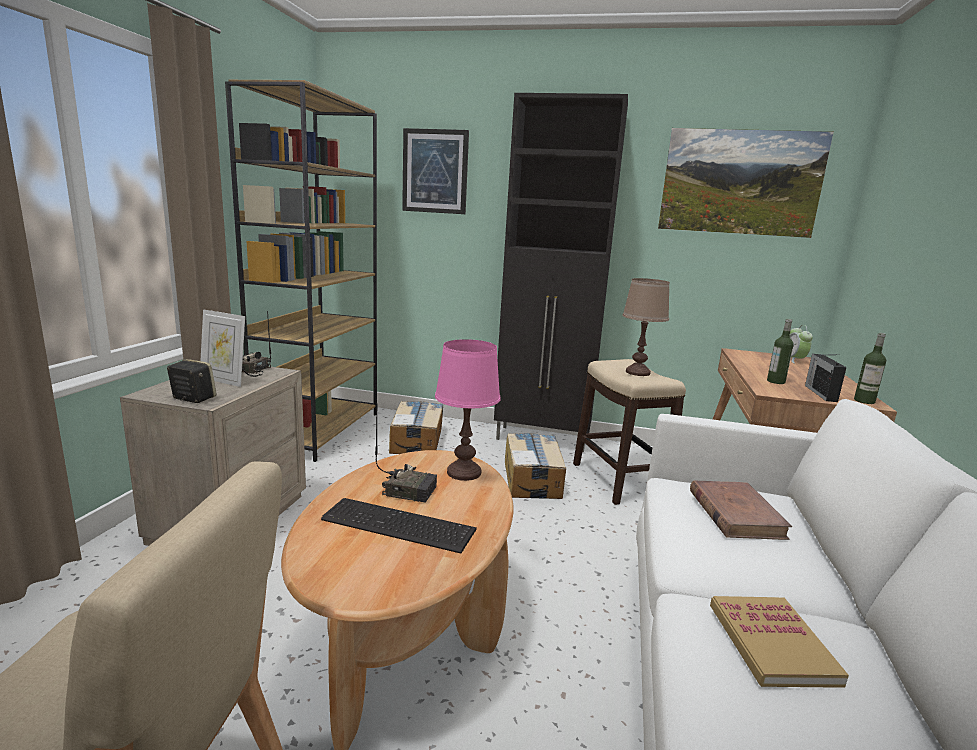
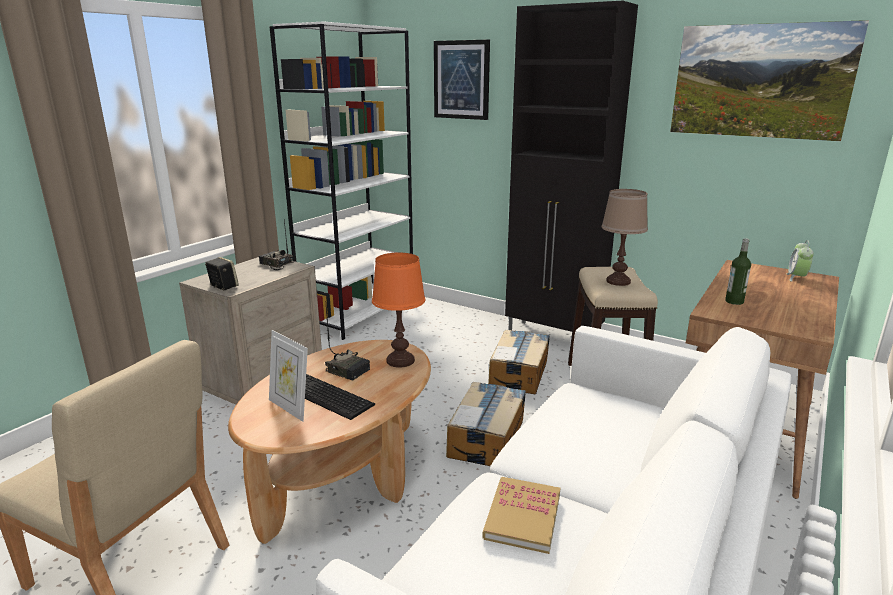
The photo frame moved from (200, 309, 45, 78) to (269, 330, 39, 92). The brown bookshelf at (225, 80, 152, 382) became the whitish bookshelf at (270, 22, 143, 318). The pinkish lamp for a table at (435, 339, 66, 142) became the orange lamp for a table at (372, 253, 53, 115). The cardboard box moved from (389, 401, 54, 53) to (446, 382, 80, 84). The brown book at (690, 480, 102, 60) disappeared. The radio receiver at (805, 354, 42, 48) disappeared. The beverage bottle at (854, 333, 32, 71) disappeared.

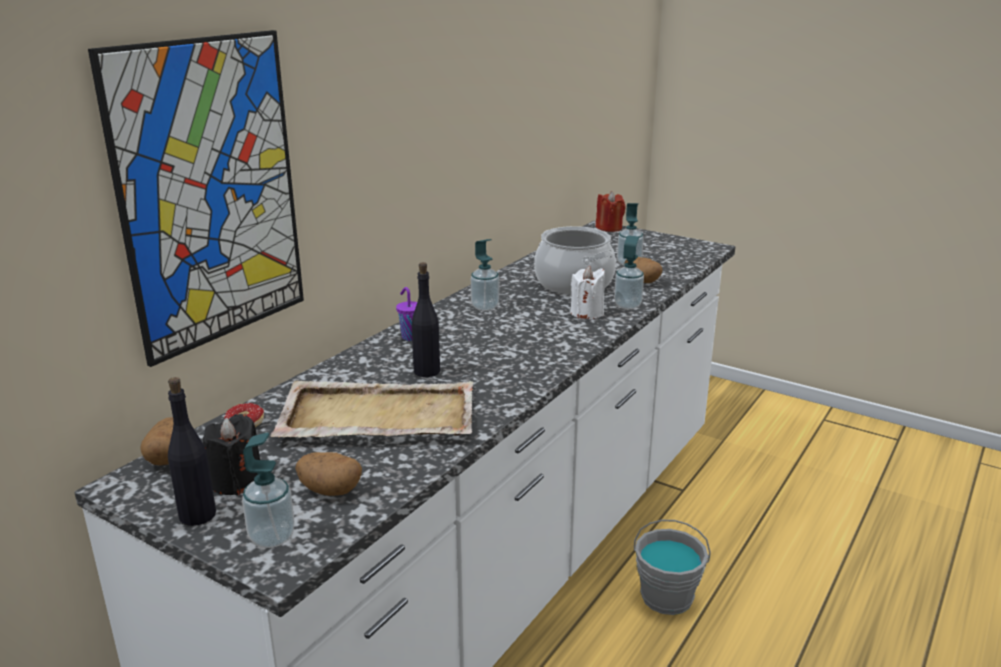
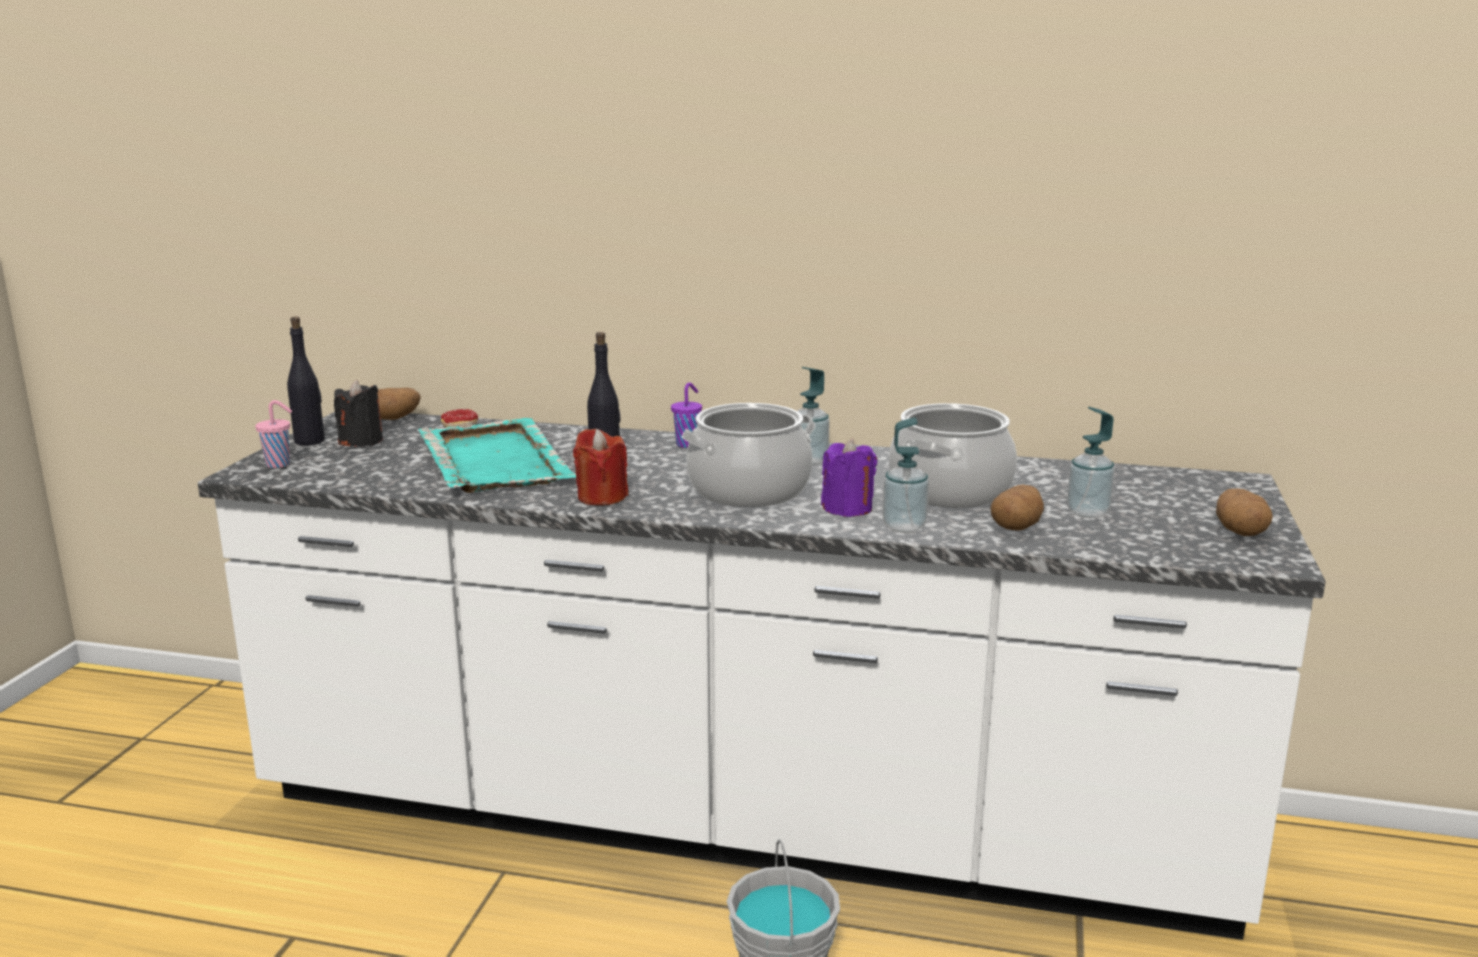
The soap dispenser at (242, 433, 53, 115) was replaced by the pinkish drinking cup at (255, 400, 37, 68). The beige serving tray at (270, 381, 204, 57) became the blue-green serving tray at (419, 418, 157, 75). The red-coloured wax light moved from (596, 191, 30, 41) to (573, 429, 55, 76). The stockpot at (682, 403, 133, 104) appeared. The whitish wax light at (571, 266, 34, 53) became the purple-coloured wax light at (821, 439, 56, 78). The spud moved from (295, 452, 67, 44) to (1216, 488, 57, 48). The picture at (88, 30, 216, 337) disappeared.

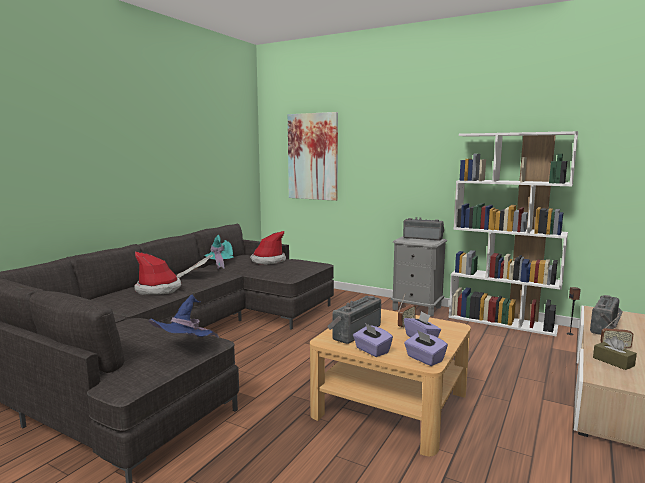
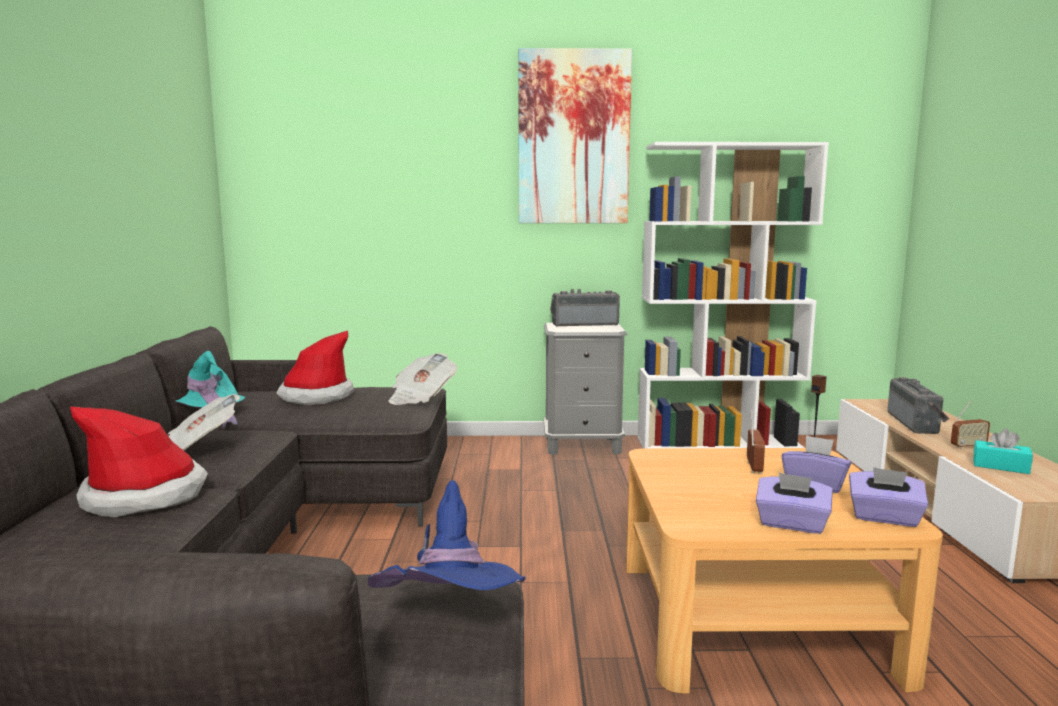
The newspaper at (388, 353, 69, 52) appeared. The picture moved from (288, 112, 50, 89) to (518, 48, 114, 175). The brown tissue box at (593, 336, 44, 34) became the blue-green tissue box at (973, 428, 60, 46). The radio receiver at (327, 296, 54, 48) disappeared.

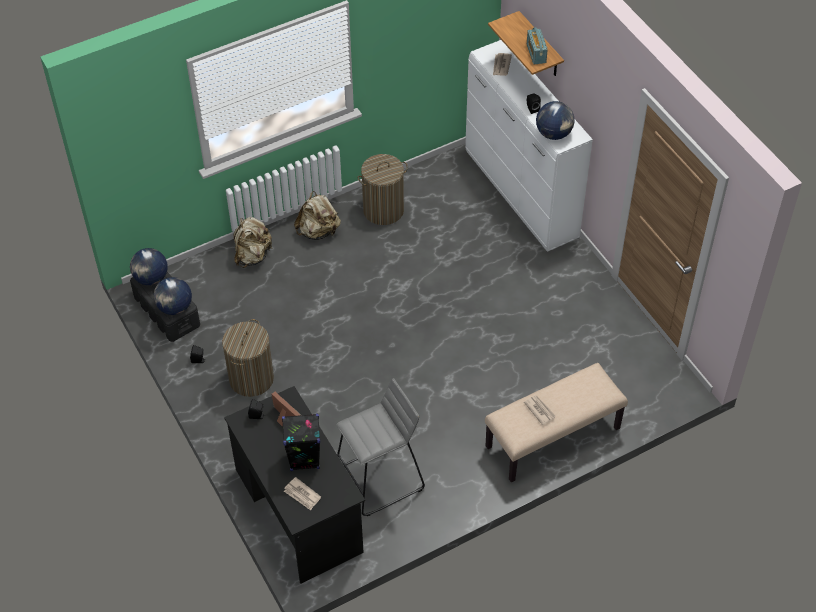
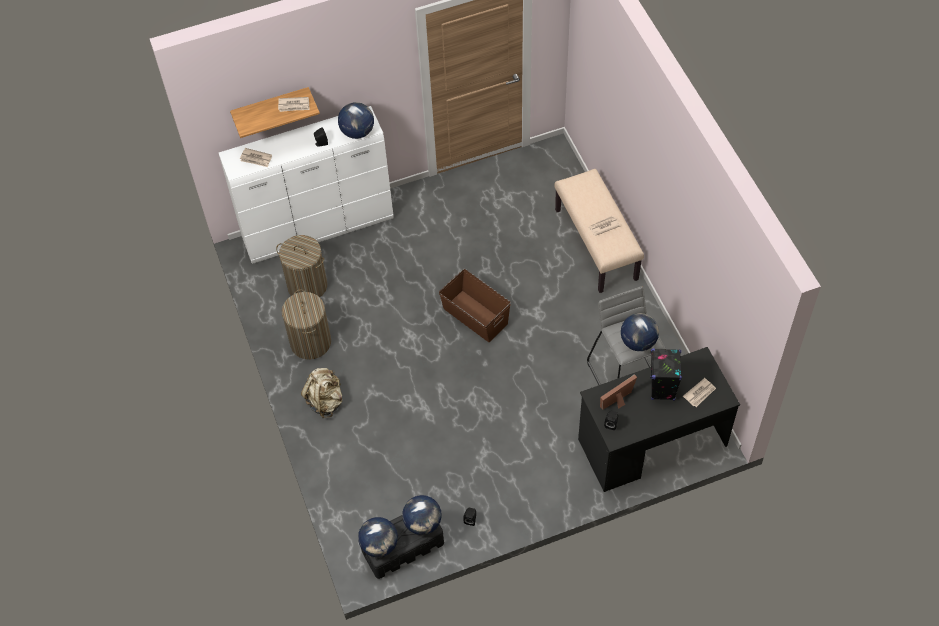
The hamper moved from (222, 319, 52, 78) to (276, 235, 51, 62). The radio receiver at (527, 27, 21, 37) was replaced by the newspaper at (278, 97, 32, 15). The brown storage container at (439, 269, 72, 73) appeared. The globe at (621, 313, 38, 38) appeared. The beige rucksack at (234, 217, 39, 51) disappeared.

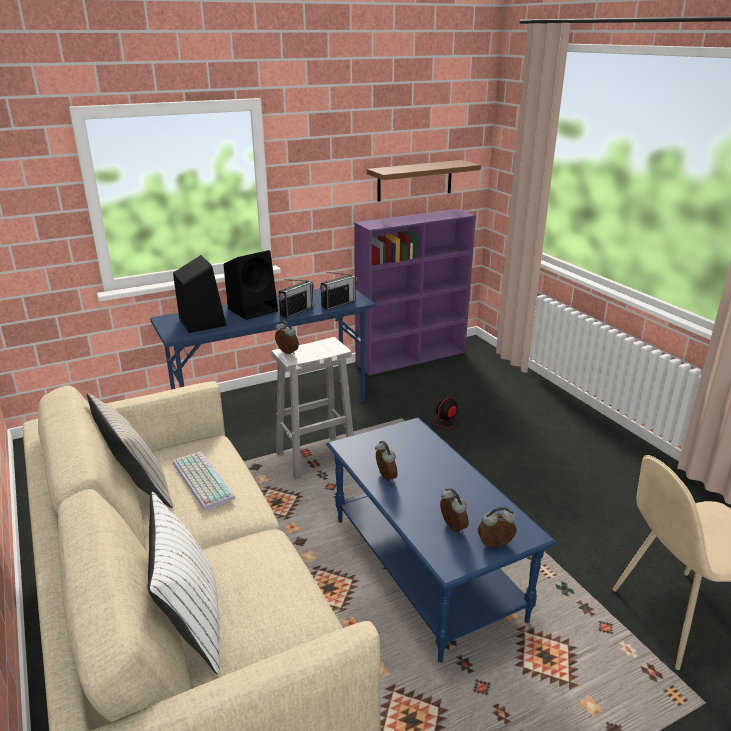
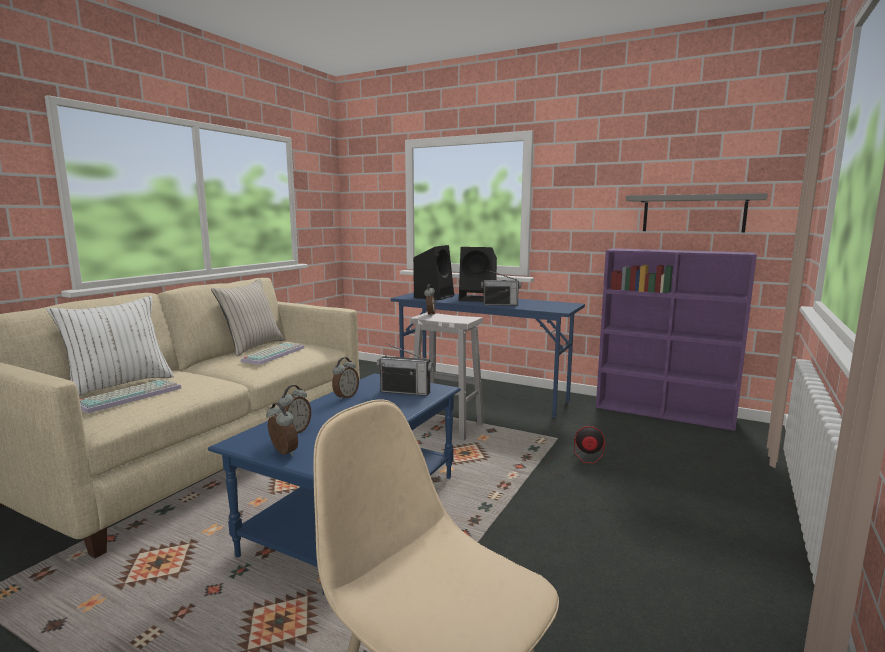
The computer keyboard at (80, 379, 102, 34) appeared. The radio receiver moved from (320, 272, 37, 38) to (377, 343, 56, 53). The brown shelf at (367, 160, 114, 42) became the greyish shelf at (626, 193, 142, 40).

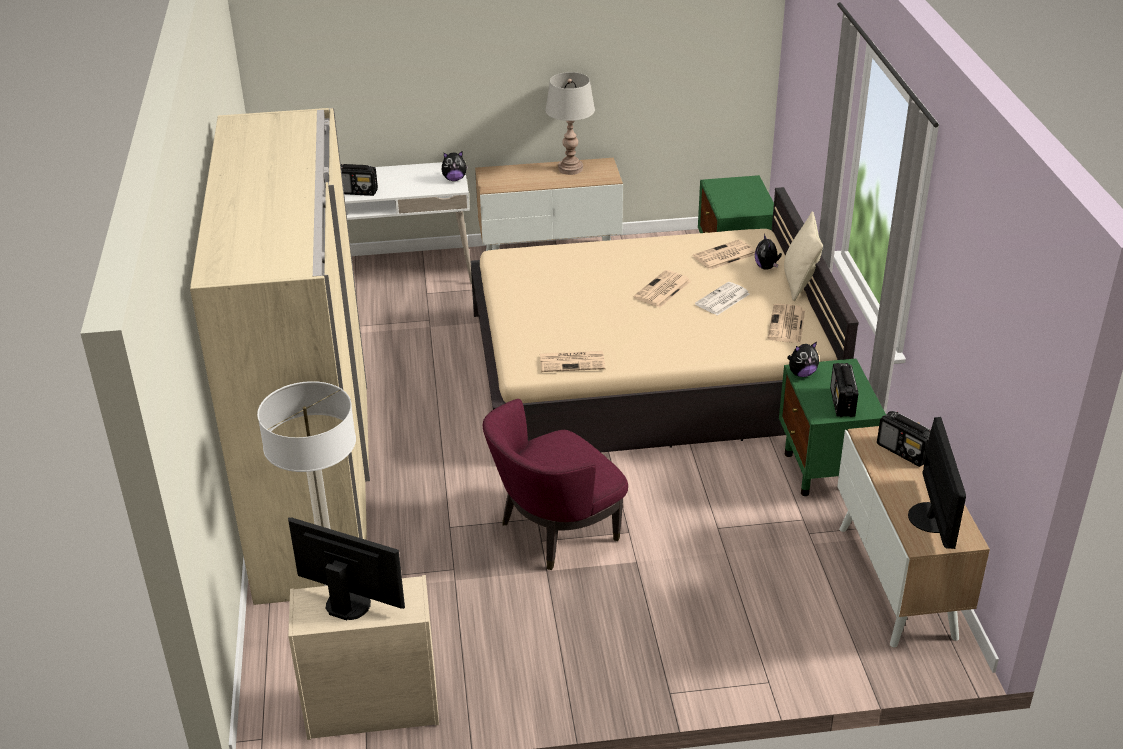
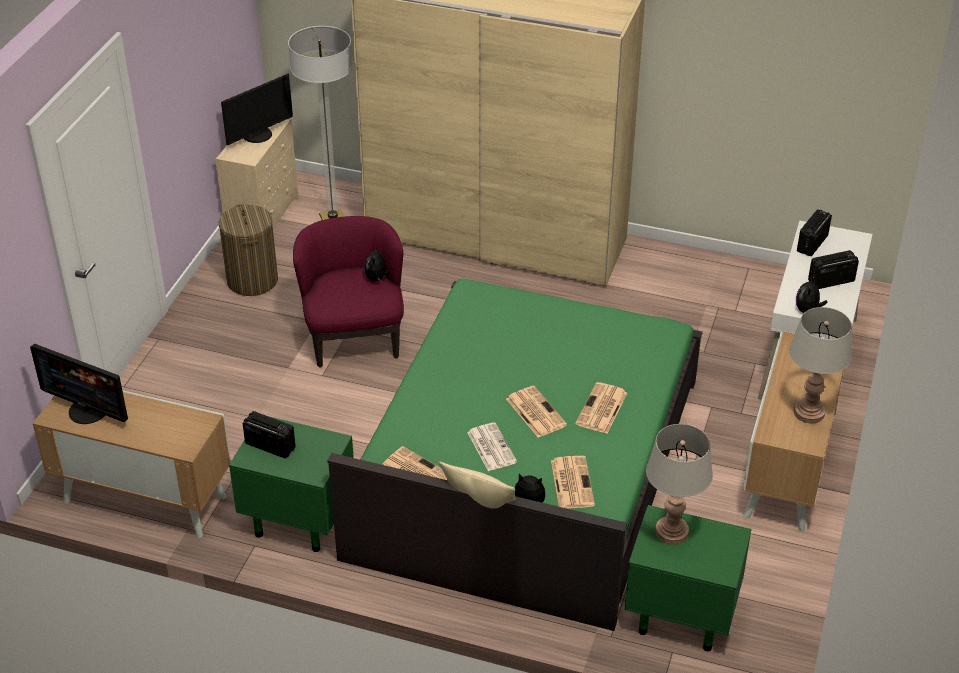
The hamper at (219, 204, 59, 92) appeared. The beige bed at (471, 187, 388, 265) became the green-coloured bed at (327, 279, 376, 352). The cuddly toy moved from (787, 342, 32, 35) to (364, 246, 26, 36). The newspaper moved from (540, 351, 65, 21) to (575, 382, 52, 52). The greyish lamp for a table at (646, 424, 67, 121) appeared. The radio receiver moved from (877, 411, 54, 56) to (808, 250, 51, 39).

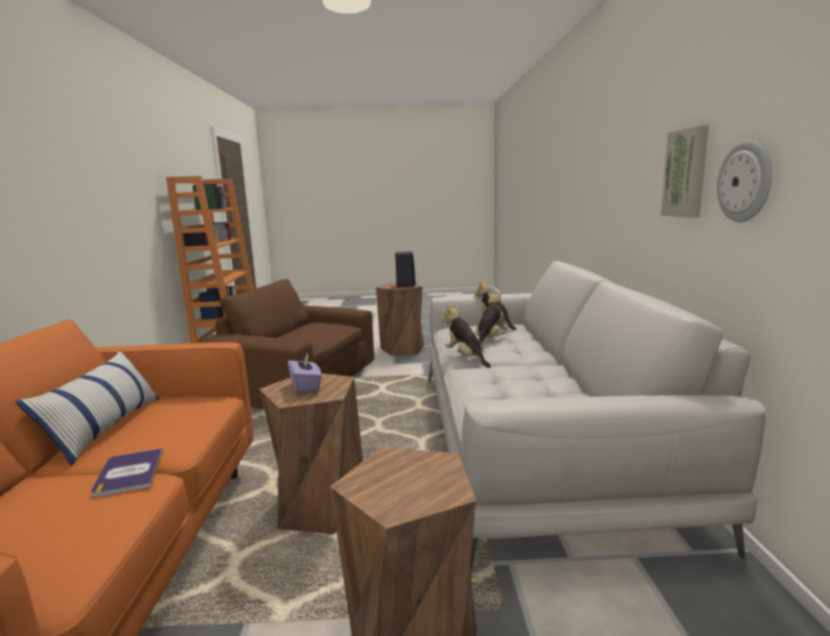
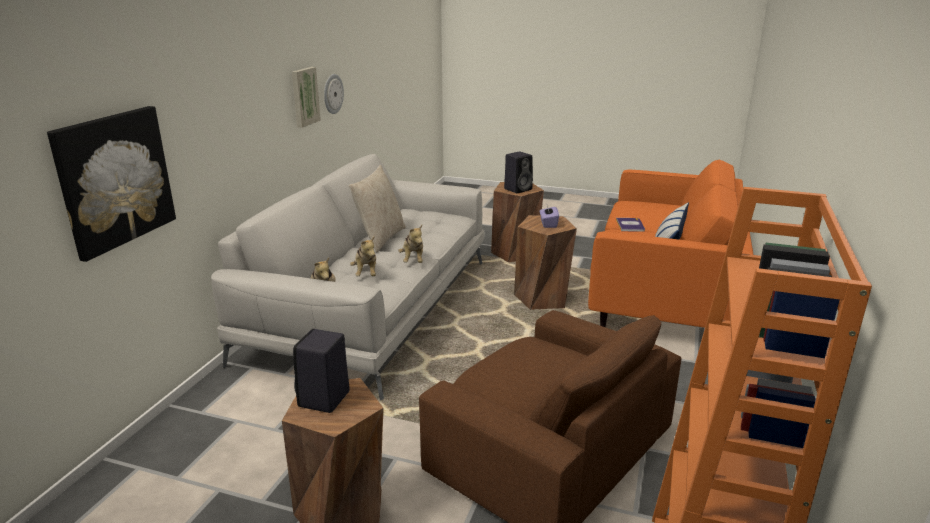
The picture at (47, 106, 129, 156) appeared. The beige pillow at (349, 165, 57, 87) appeared. The cuddly toy at (476, 290, 31, 58) turned 60 degrees counterclockwise. The black loudspeaker at (504, 151, 29, 42) appeared.

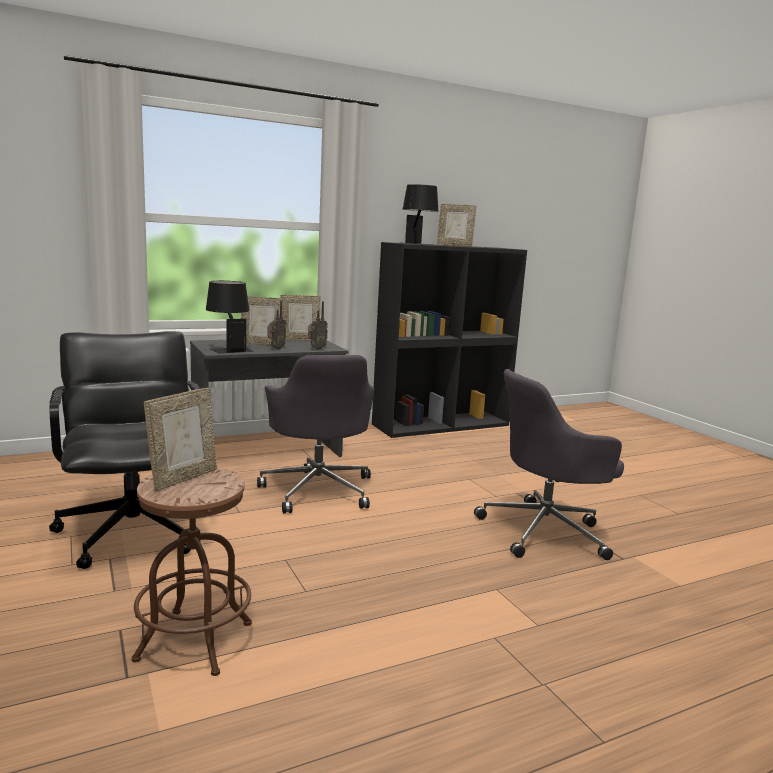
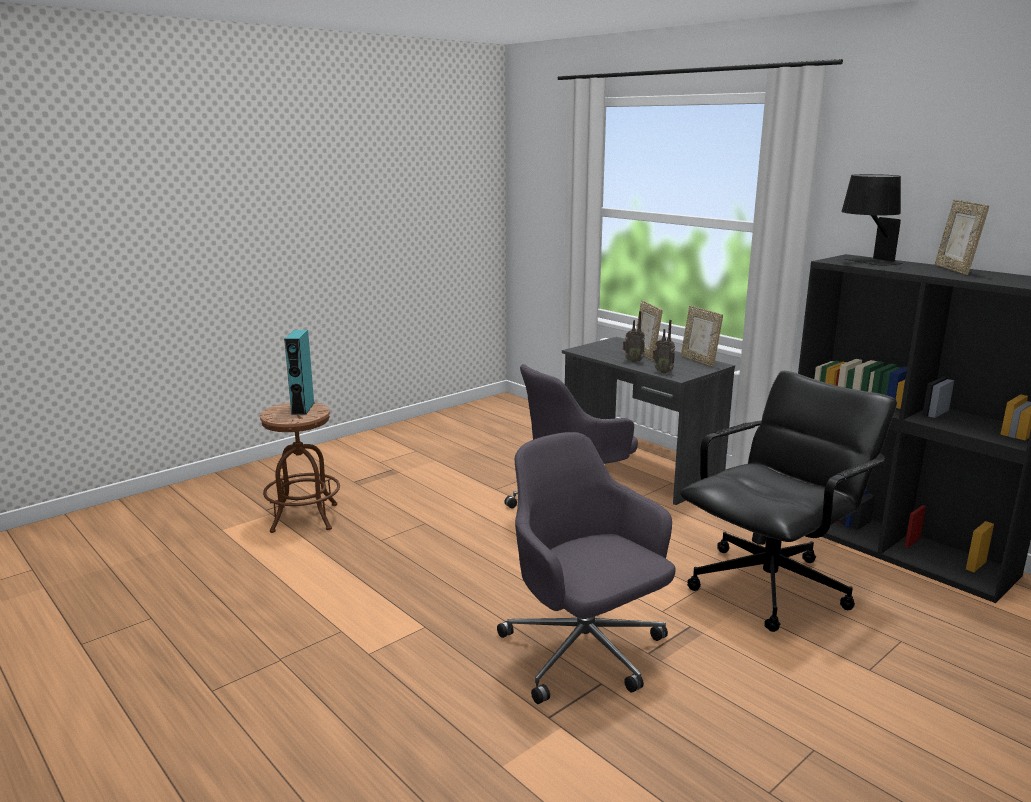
The photo frame at (144, 388, 73, 103) was replaced by the blue-green loudspeaker at (284, 330, 30, 85). The black office chair moved from (49, 331, 152, 238) to (680, 371, 217, 261). The black lamp for a table at (206, 281, 47, 72) disappeared.

